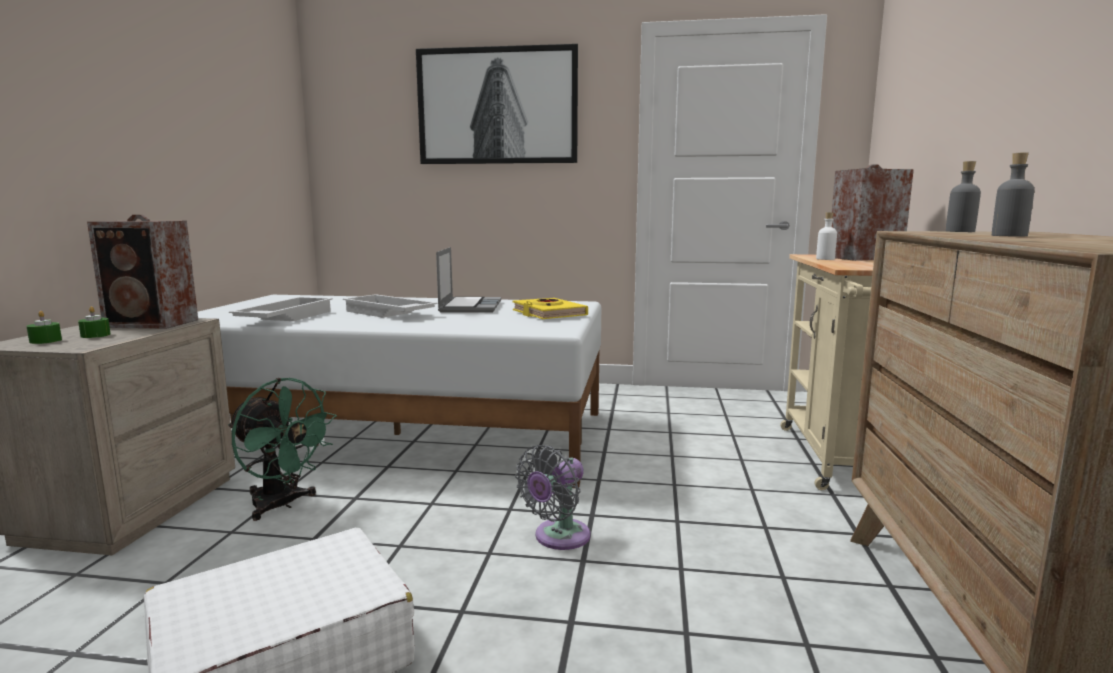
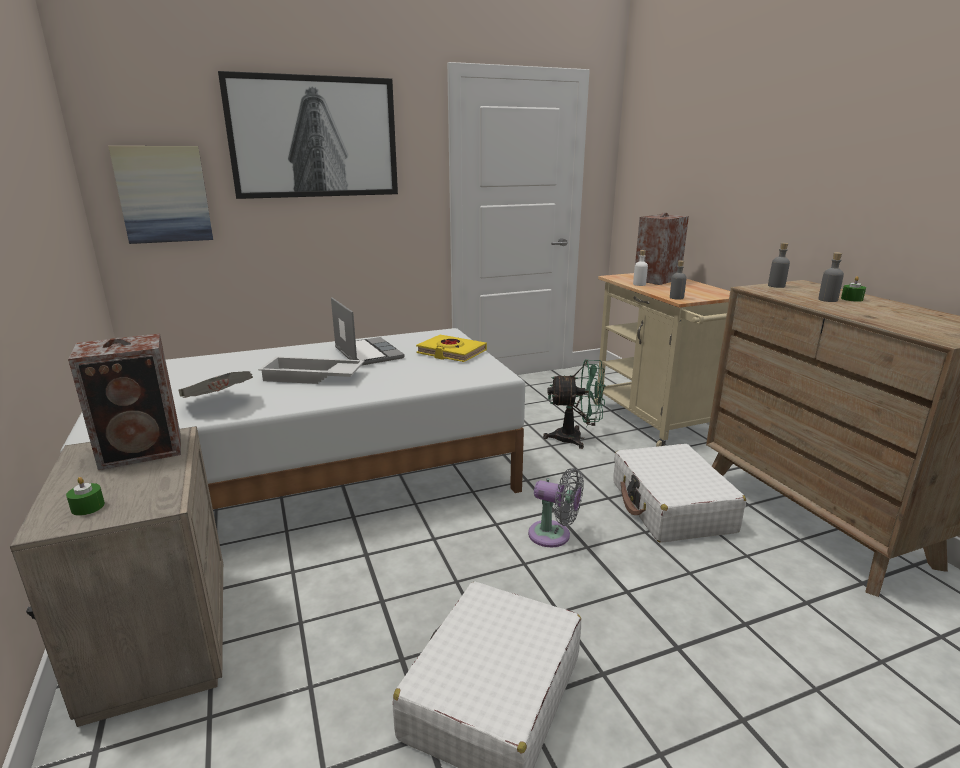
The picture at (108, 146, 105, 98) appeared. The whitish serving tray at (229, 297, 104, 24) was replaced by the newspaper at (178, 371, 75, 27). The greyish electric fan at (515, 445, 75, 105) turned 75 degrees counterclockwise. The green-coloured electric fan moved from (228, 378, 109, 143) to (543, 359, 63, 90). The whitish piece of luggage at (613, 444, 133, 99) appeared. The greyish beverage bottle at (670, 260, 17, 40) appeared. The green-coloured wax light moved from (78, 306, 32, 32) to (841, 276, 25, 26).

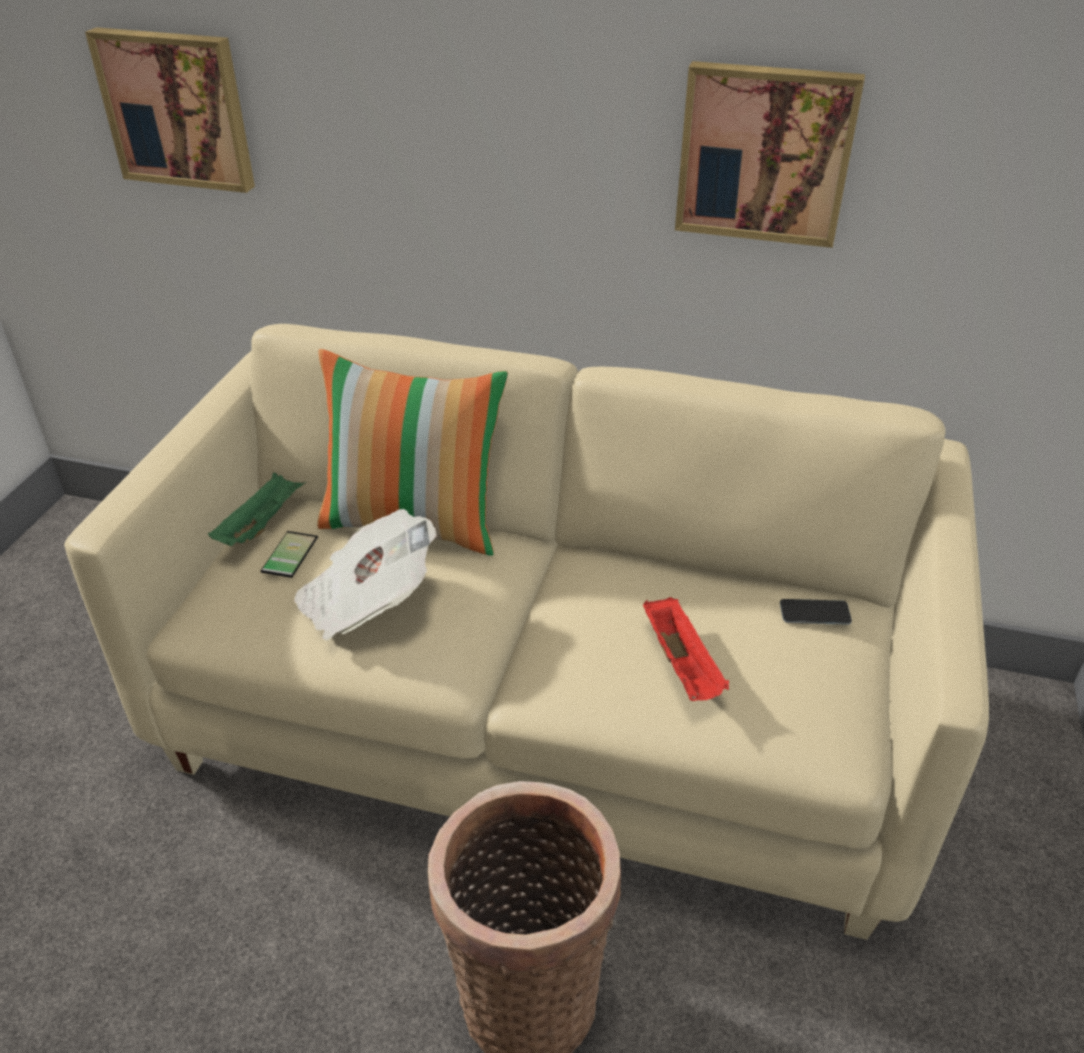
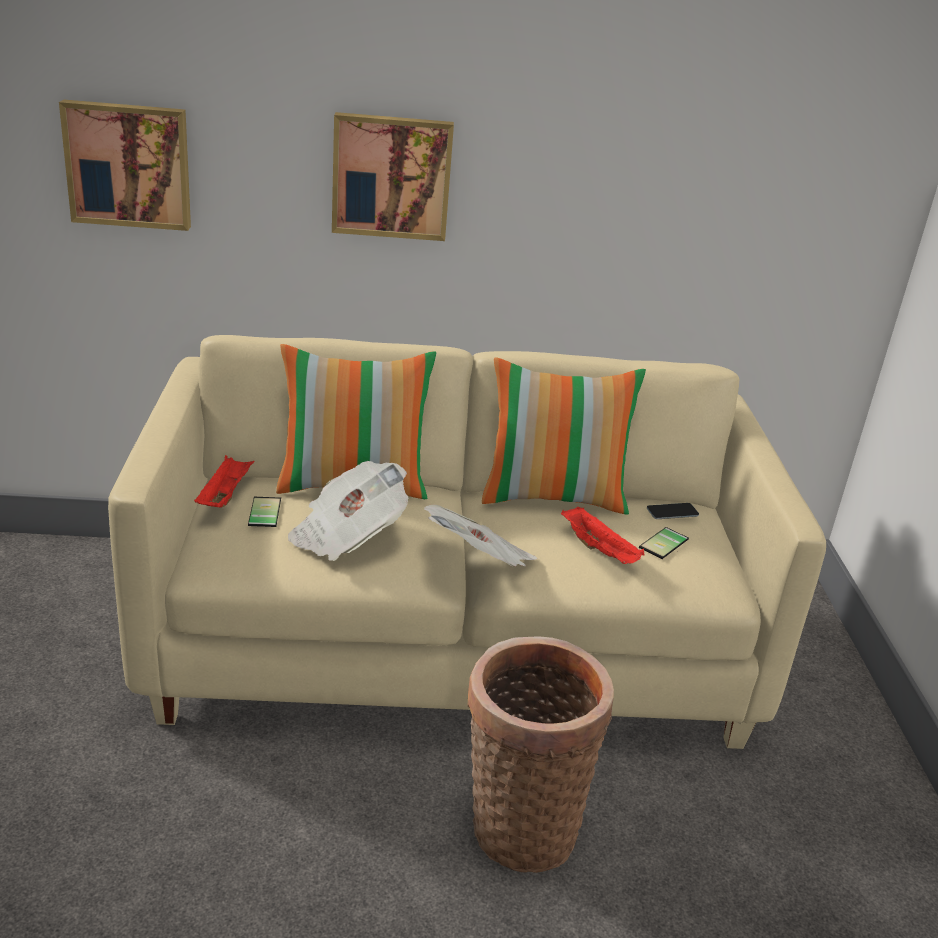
The green-coloured serving tray at (208, 472, 99, 74) became the red-coloured serving tray at (194, 455, 62, 52). The picture moved from (675, 61, 190, 187) to (332, 112, 122, 129). The newspaper at (424, 504, 114, 63) appeared. The pillow at (482, 357, 164, 158) appeared. The telephone at (639, 527, 50, 32) appeared.

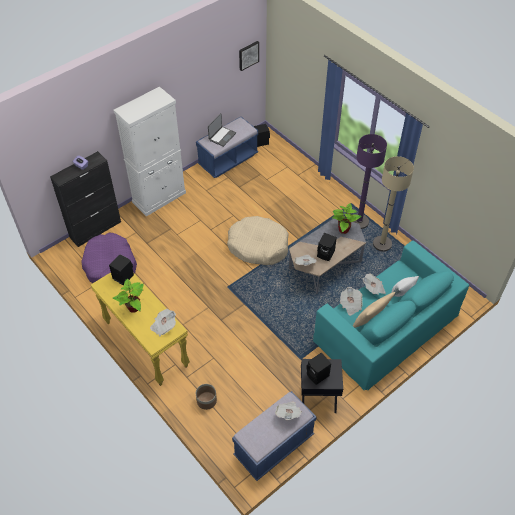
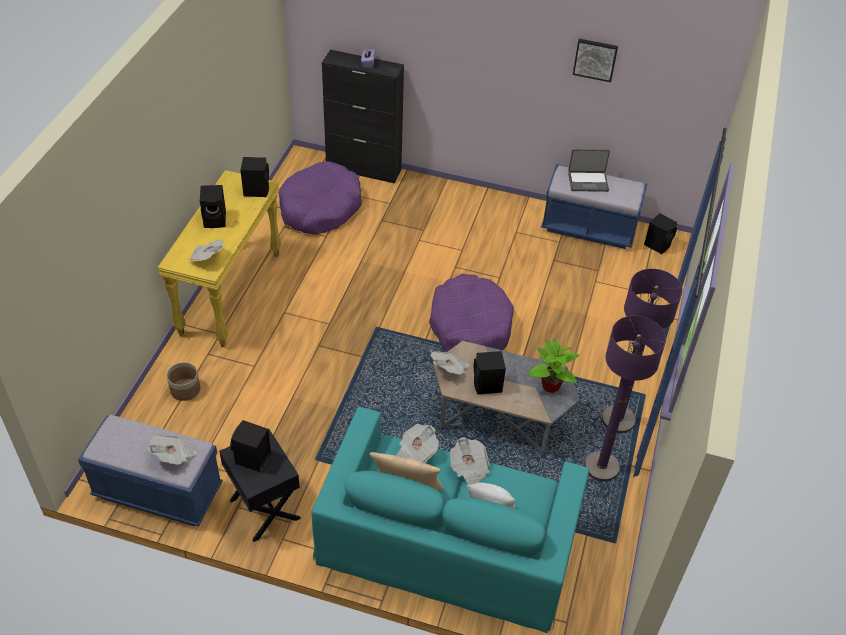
The houseplant at (113, 279, 31, 34) was replaced by the black loudspeaker at (200, 185, 26, 43). The beige pet bed at (227, 216, 61, 49) became the purple-coloured pet bed at (429, 274, 85, 78). The picture moved from (239, 41, 20, 30) to (573, 39, 45, 43). The beige floor lamp at (373, 156, 41, 96) became the purple-coloured floor lamp at (585, 316, 81, 165). The whitish cabinet at (113, 86, 73, 130) disappeared.

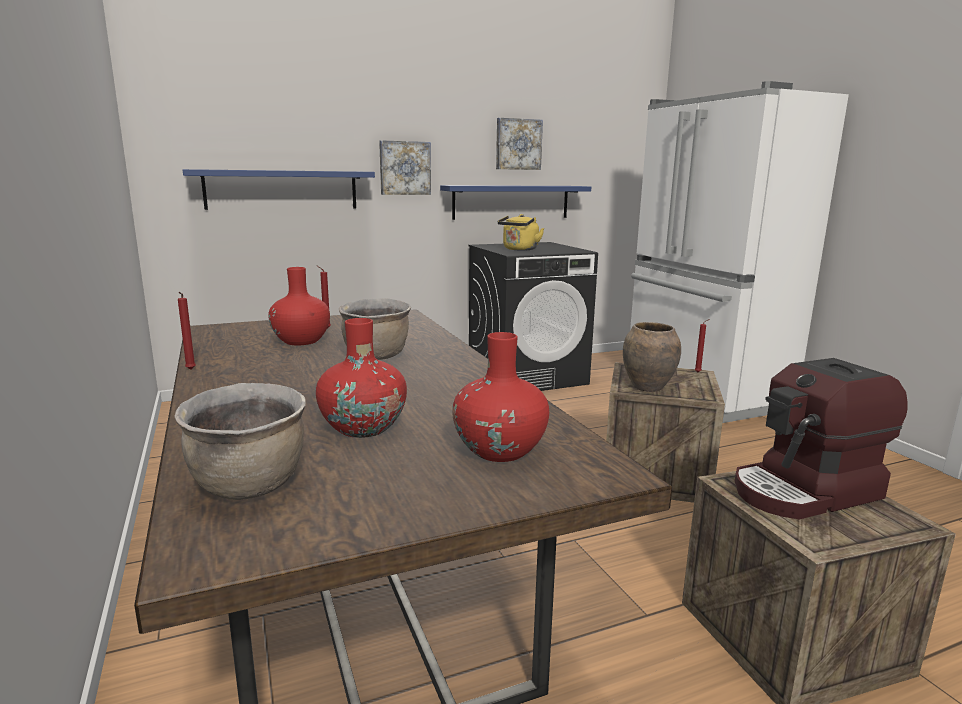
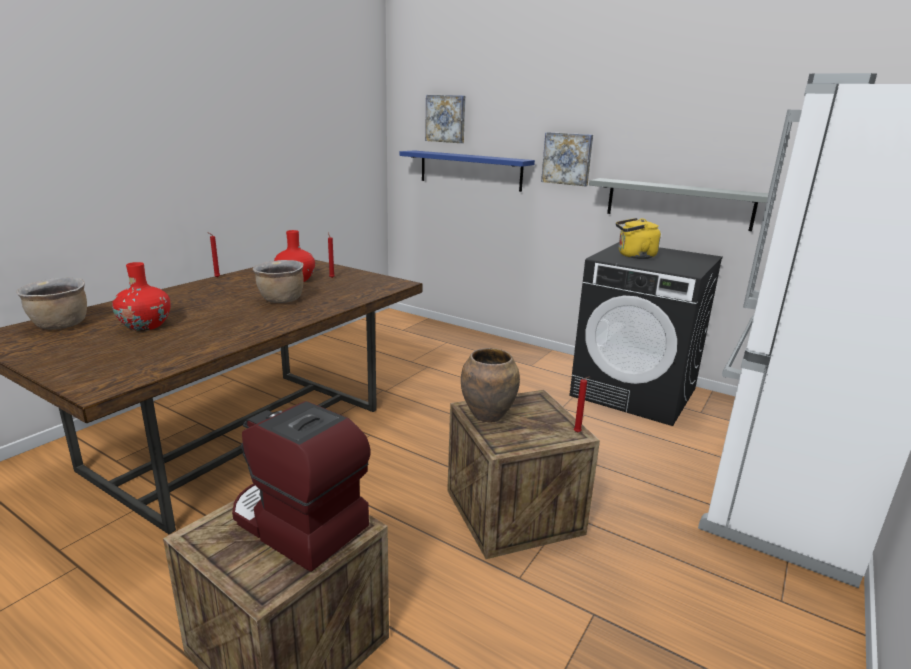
The picture moved from (496, 118, 47, 52) to (425, 95, 40, 48). The blue shelf at (440, 185, 151, 35) became the greyish shelf at (589, 178, 187, 53). The red-coloured decorative vase at (452, 332, 97, 130) disappeared.

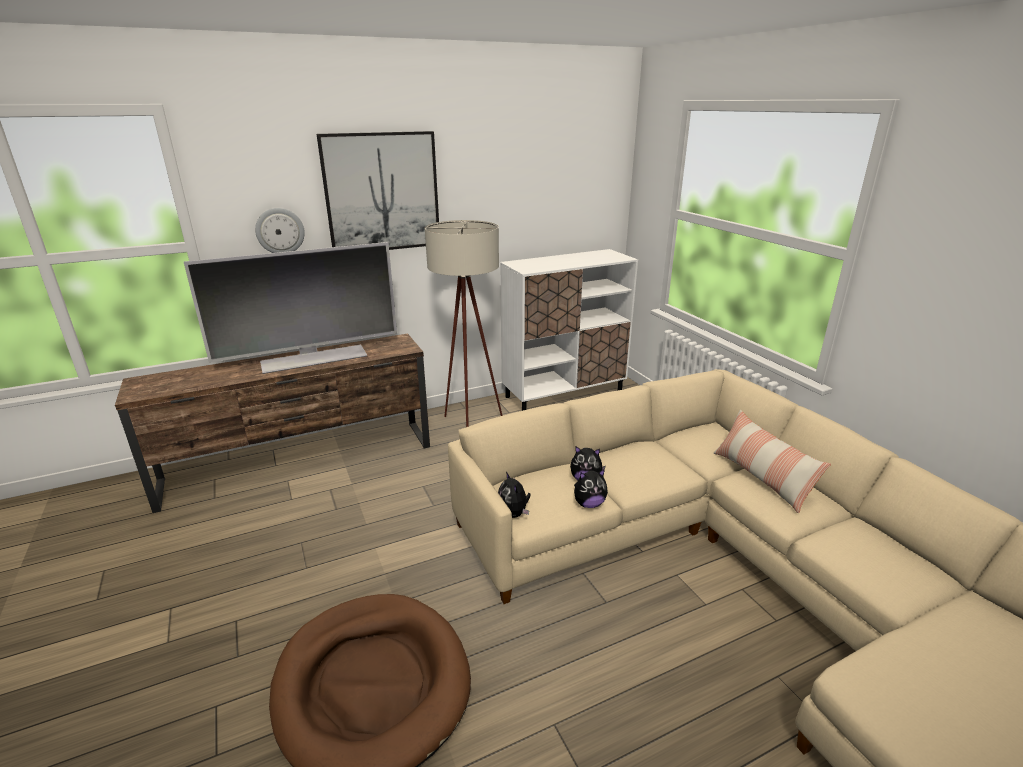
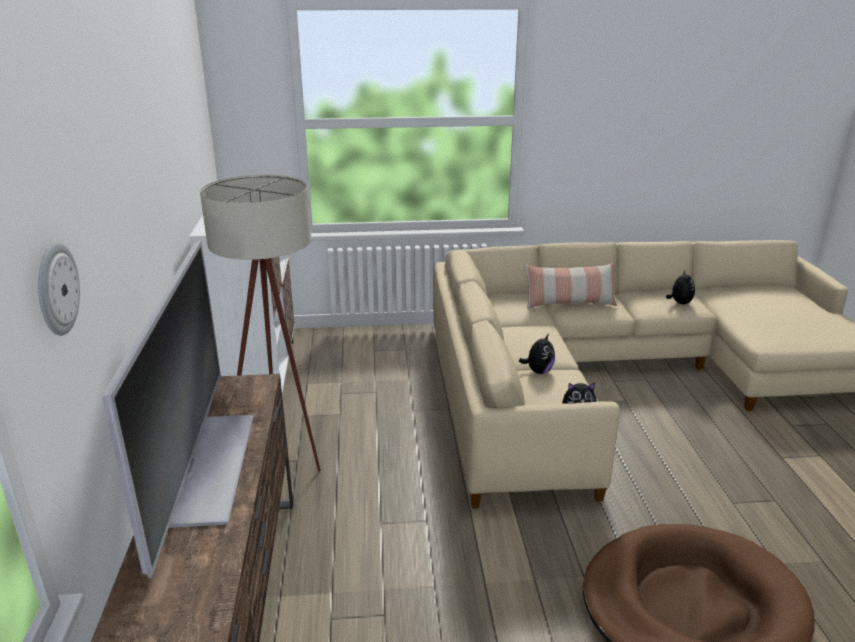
The cuddly toy moved from (574, 469, 34, 39) to (666, 269, 29, 35). The picture at (317, 131, 122, 119) disappeared.

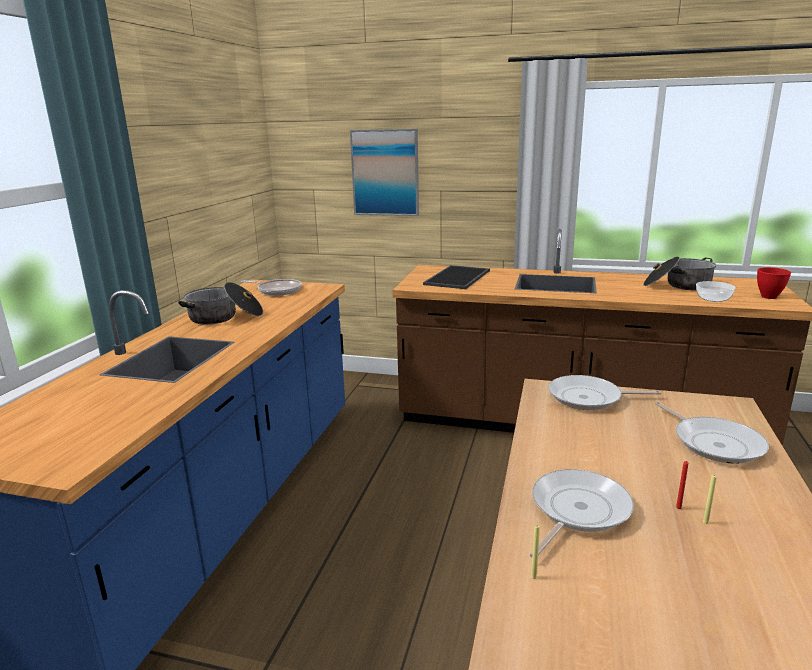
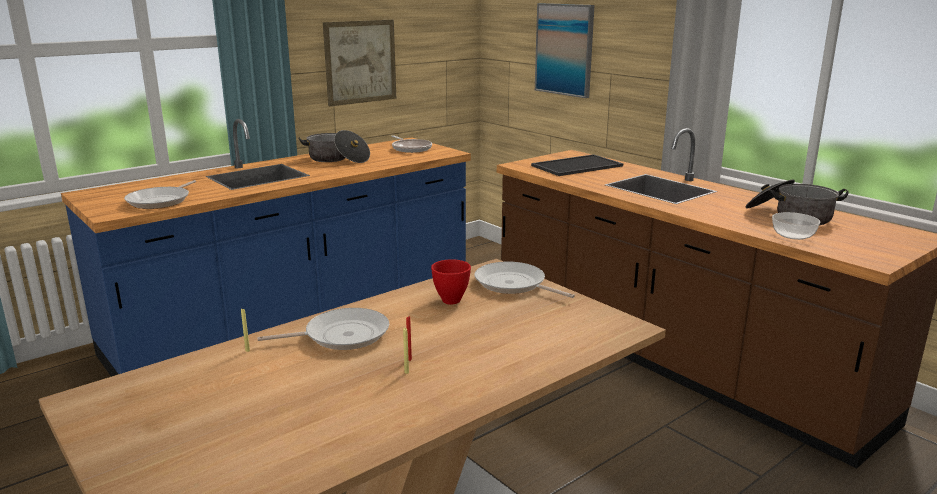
The frying pan moved from (655, 402, 114, 62) to (124, 180, 72, 29). The picture at (323, 20, 73, 86) appeared. The red-coloured deep dish moved from (757, 267, 34, 32) to (431, 259, 40, 46).

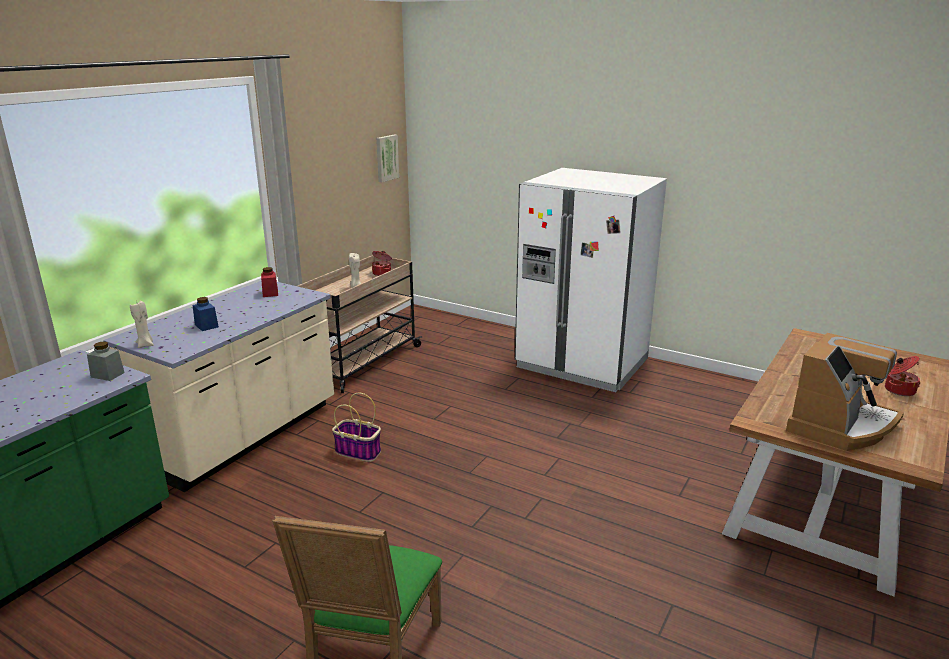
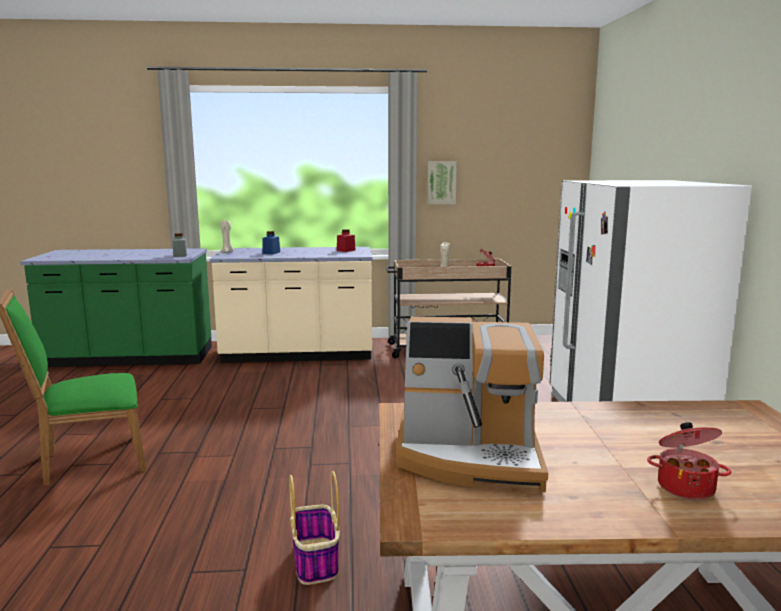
The household basket moved from (332, 393, 49, 69) to (289, 471, 51, 114). The picture moved from (376, 135, 23, 47) to (427, 161, 30, 44).

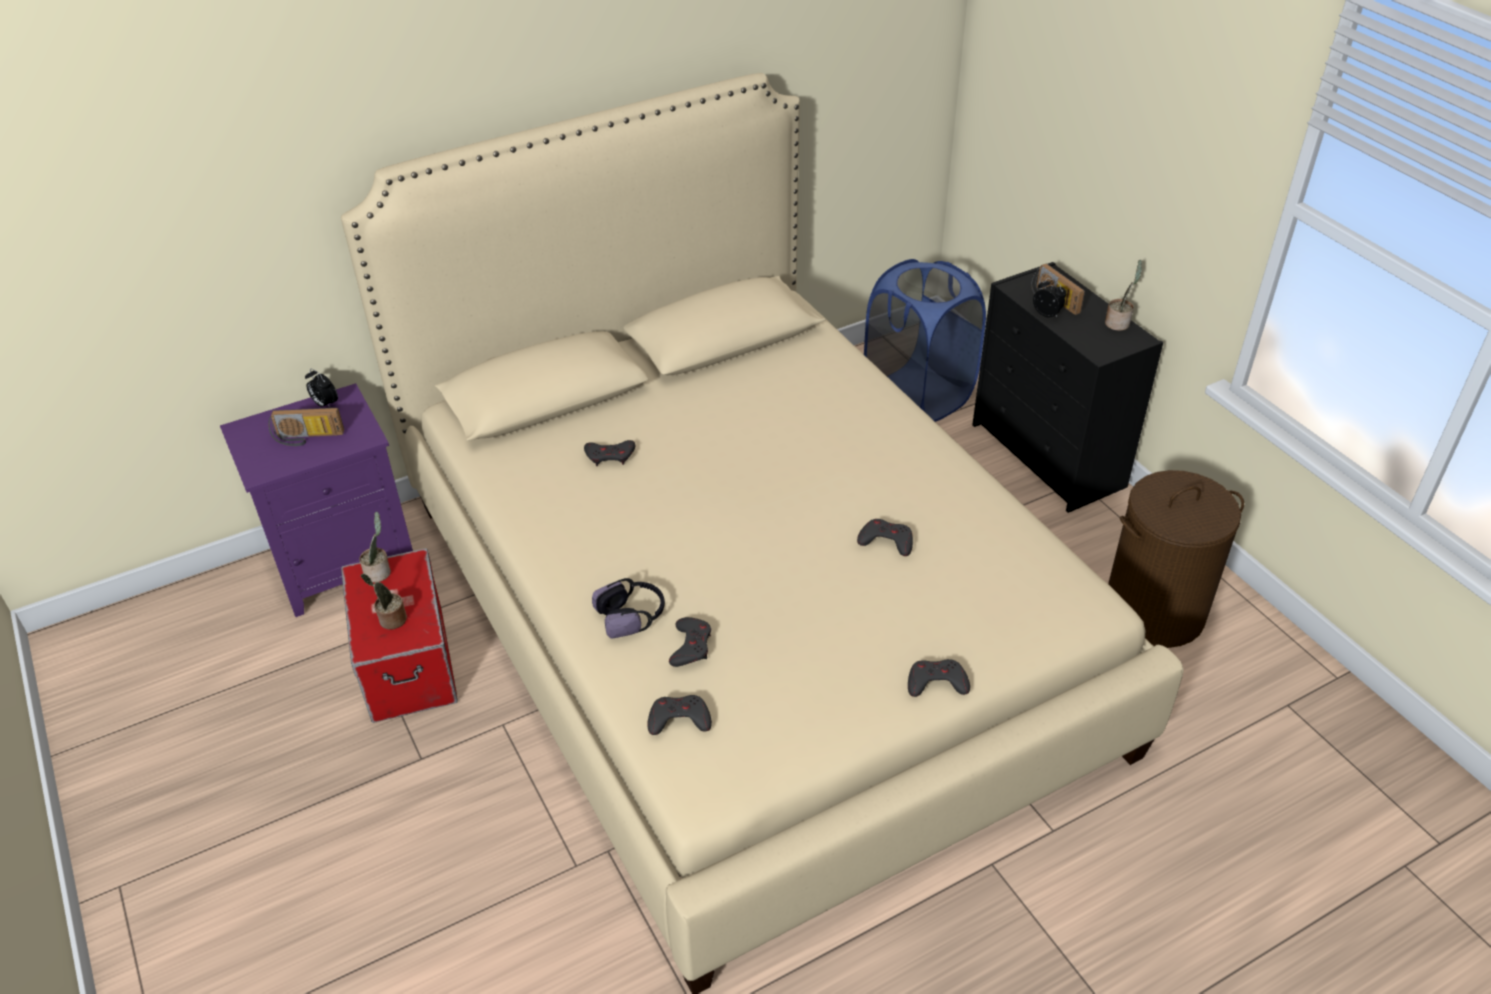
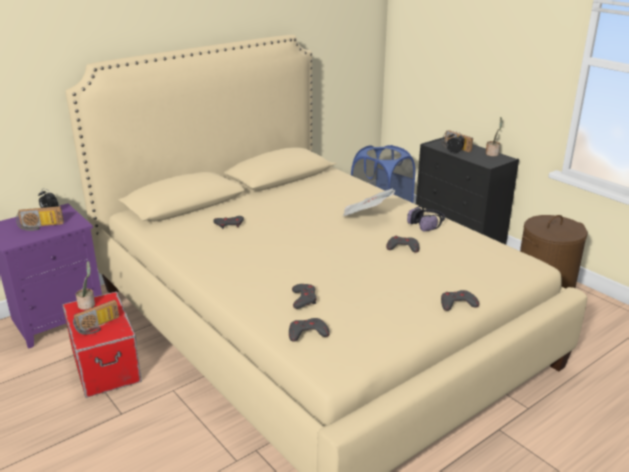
The houseplant at (360, 574, 47, 55) was replaced by the radio receiver at (73, 300, 46, 35). The newspaper at (342, 188, 53, 29) appeared. The pair of headphones moved from (592, 578, 73, 61) to (407, 206, 38, 26).

